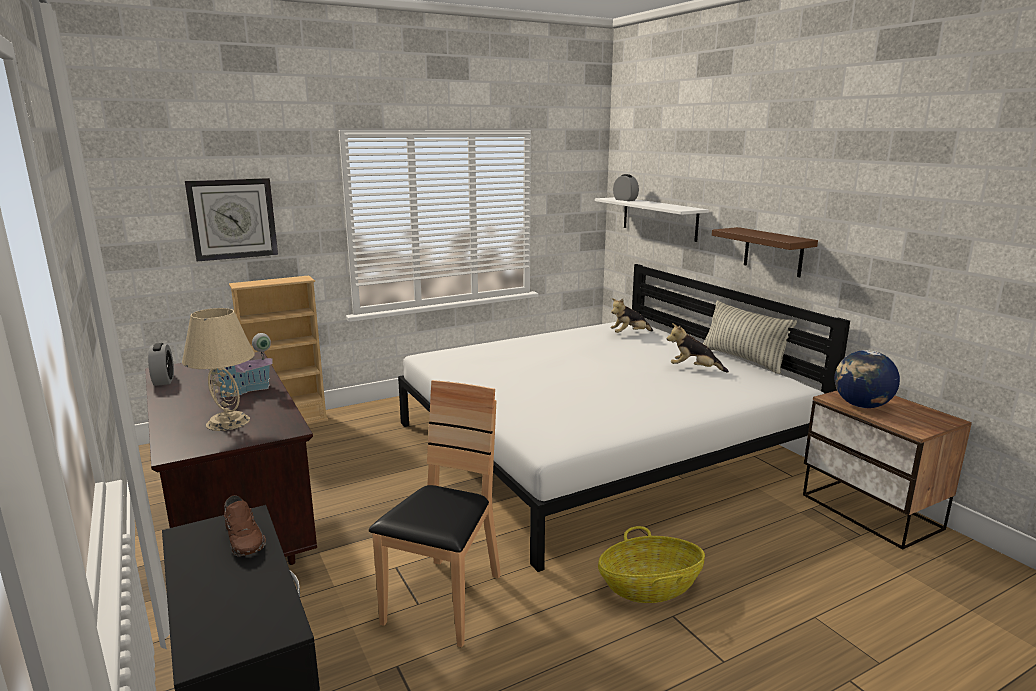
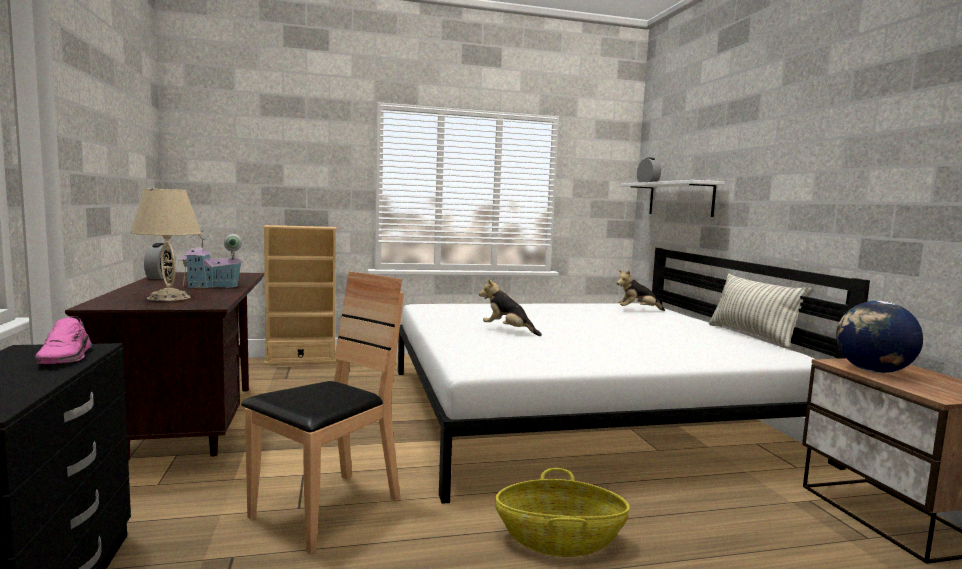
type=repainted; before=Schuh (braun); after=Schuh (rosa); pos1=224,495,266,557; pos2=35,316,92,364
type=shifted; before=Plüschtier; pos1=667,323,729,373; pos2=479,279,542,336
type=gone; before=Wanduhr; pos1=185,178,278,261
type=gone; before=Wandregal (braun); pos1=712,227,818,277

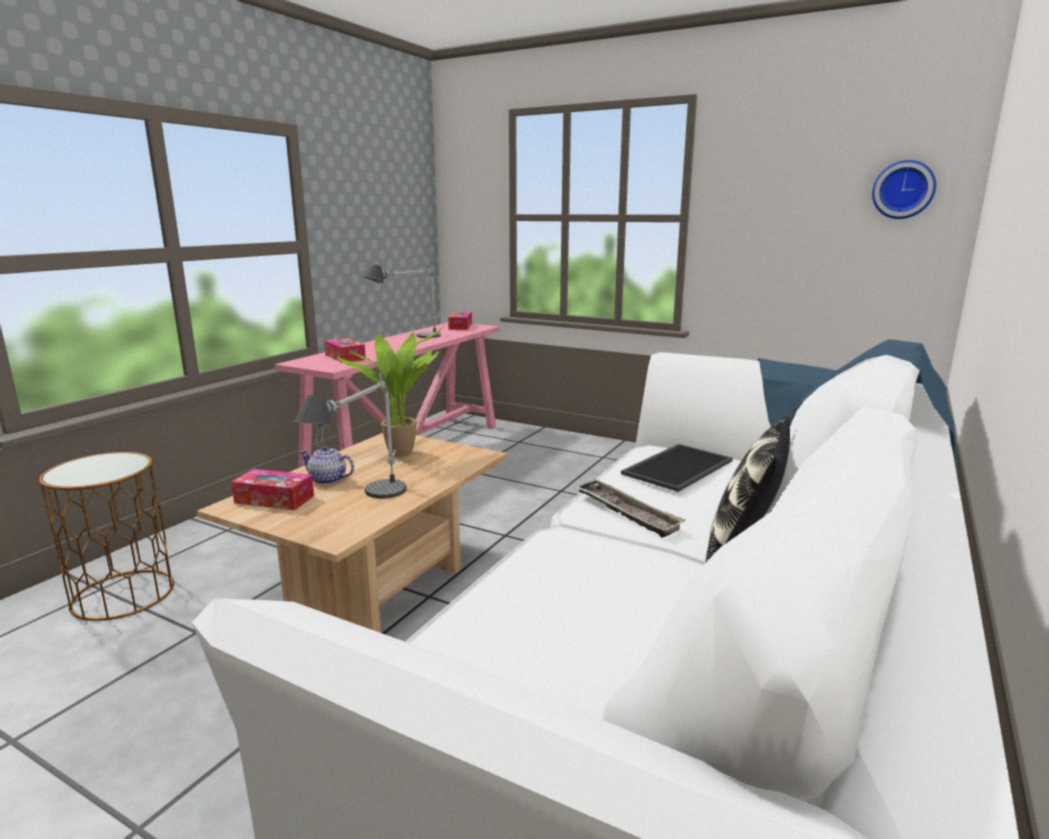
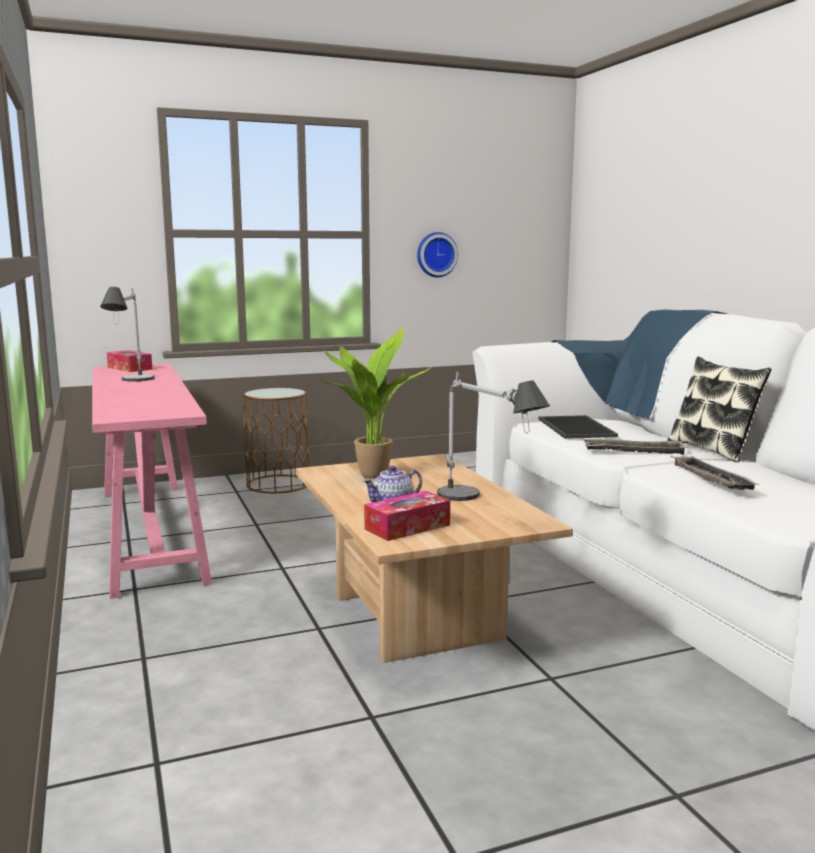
type=shifted; before=Beistelltisch (braun); pos1=39,452,174,621; pos2=242,387,309,493
type=shifted; before=Wanduhr; pos1=872,160,936,219; pos2=417,232,458,277
type=new; after=Tablett; pos2=671,456,760,490
type=gone; before=Taschentuchbox; pos1=324,338,366,363

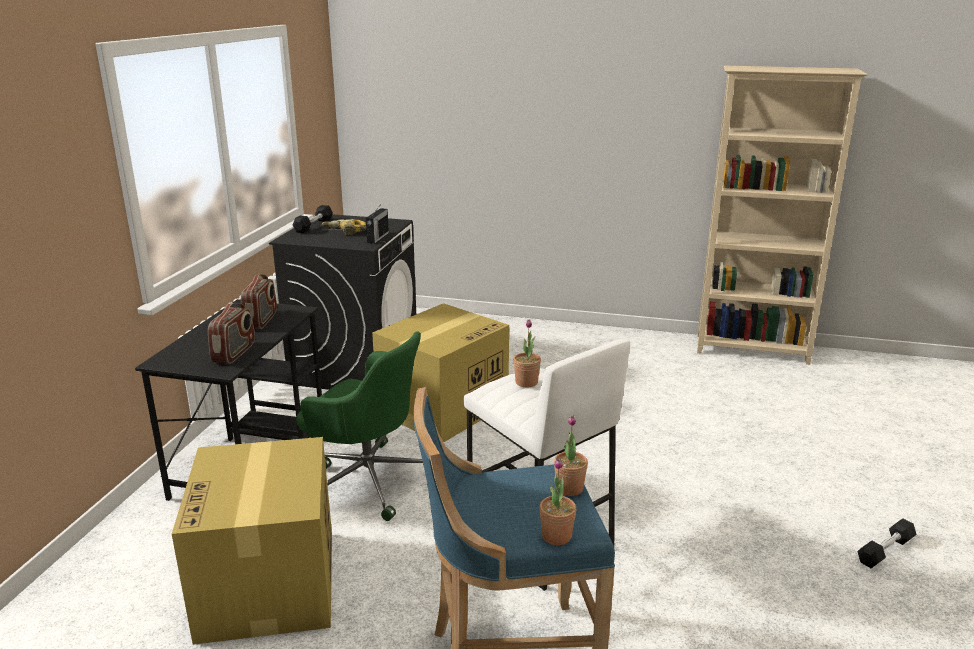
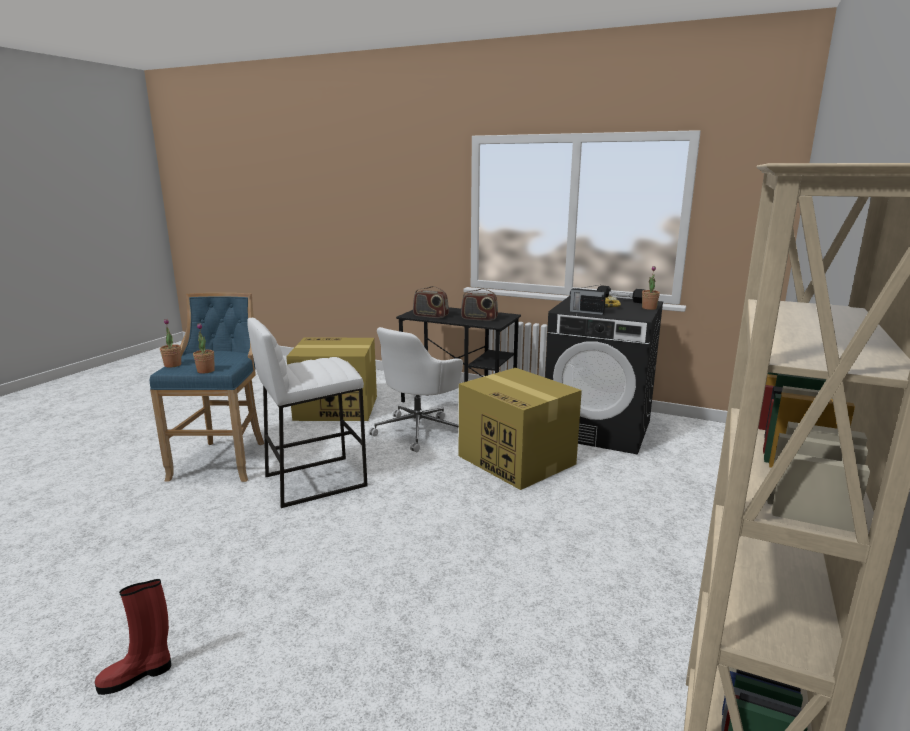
type=swapped; before=Hantel (schwarz); after=Stiefel (rot); pos1=857,518,917,568; pos2=95,579,171,695
type=repainted; before=Bürostuhl (grün); after=Bürostuhl (weiß); pos1=296,332,423,521; pos2=369,327,463,452
type=shifted; before=Topfpflanze; pos1=514,320,541,388; pos2=642,266,660,310

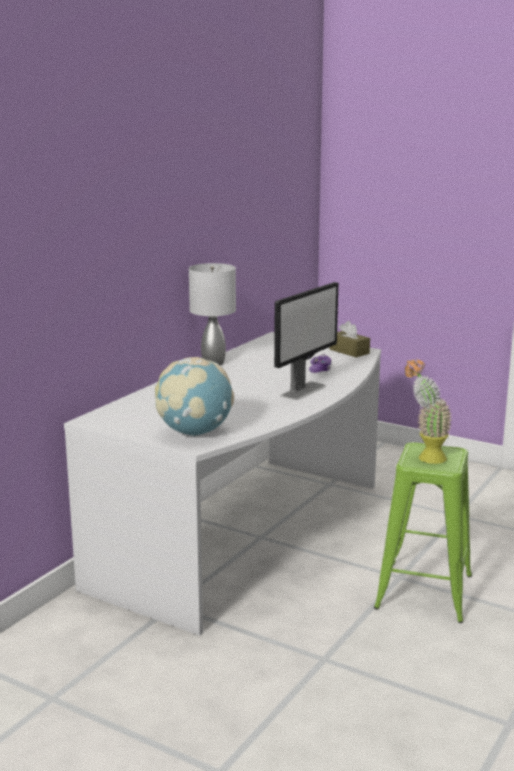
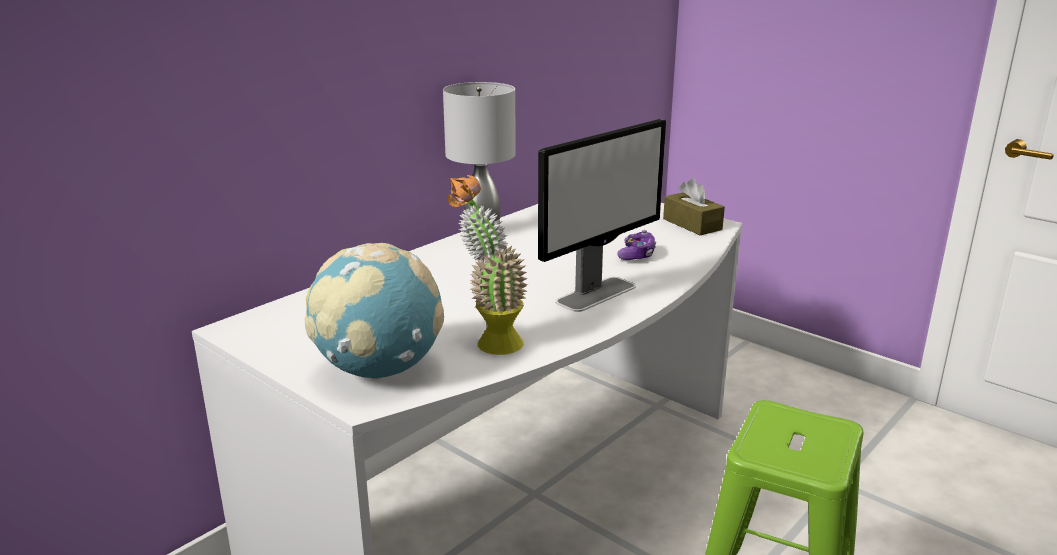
type=shifted; before=Topfpflanze; pos1=405,358,452,464; pos2=448,175,528,355

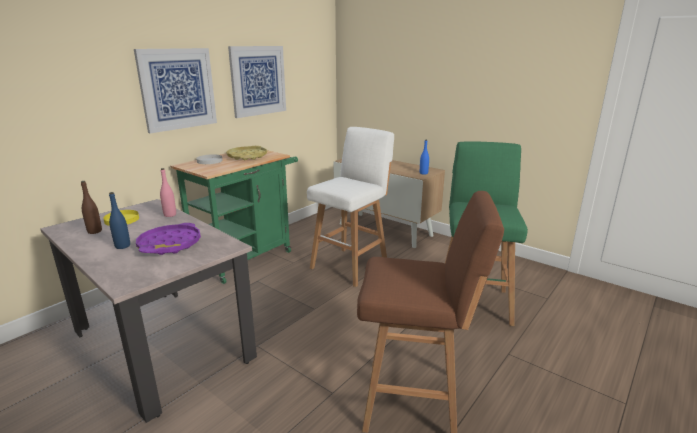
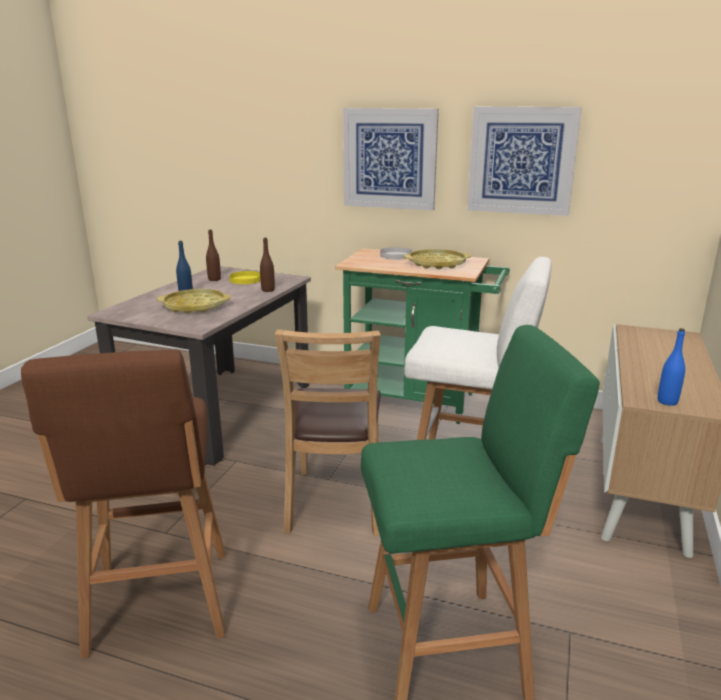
type=repainted; before=Tablett (lila); after=Tablett (gelb); pos1=136,223,201,255; pos2=157,289,231,314
type=repainted; before=Flasche (rosa); after=Flasche (braun); pos1=160,168,176,217; pos2=260,238,275,292
type=new; after=Stuhl (braun); pos2=275,329,381,536

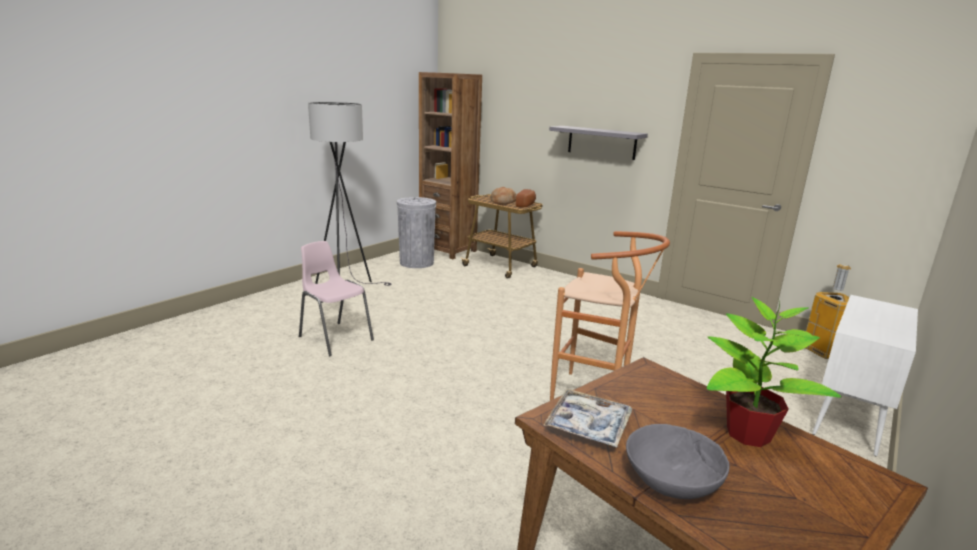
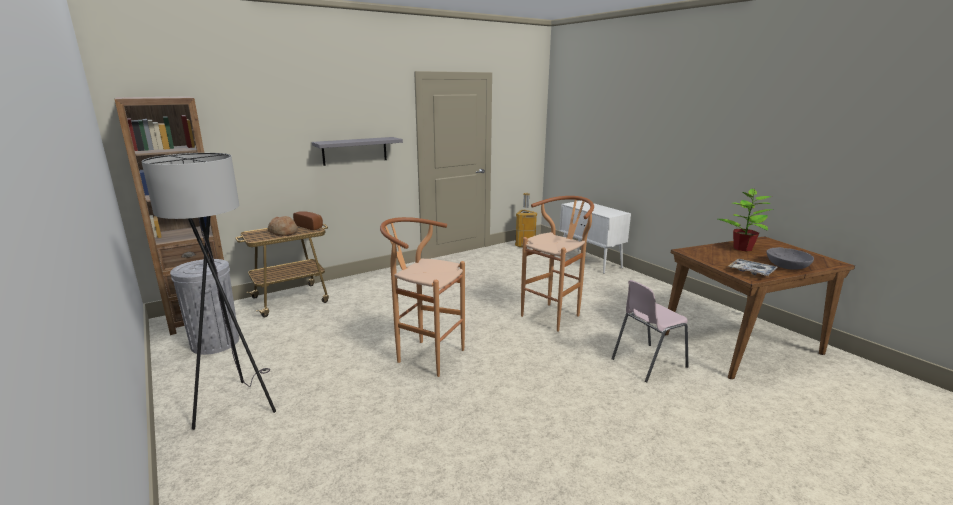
type=new; after=Hocker (braun); pos2=380,217,465,377
type=shifted; before=Stuhl (rosa); pos1=299,241,374,357; pos2=611,280,688,382

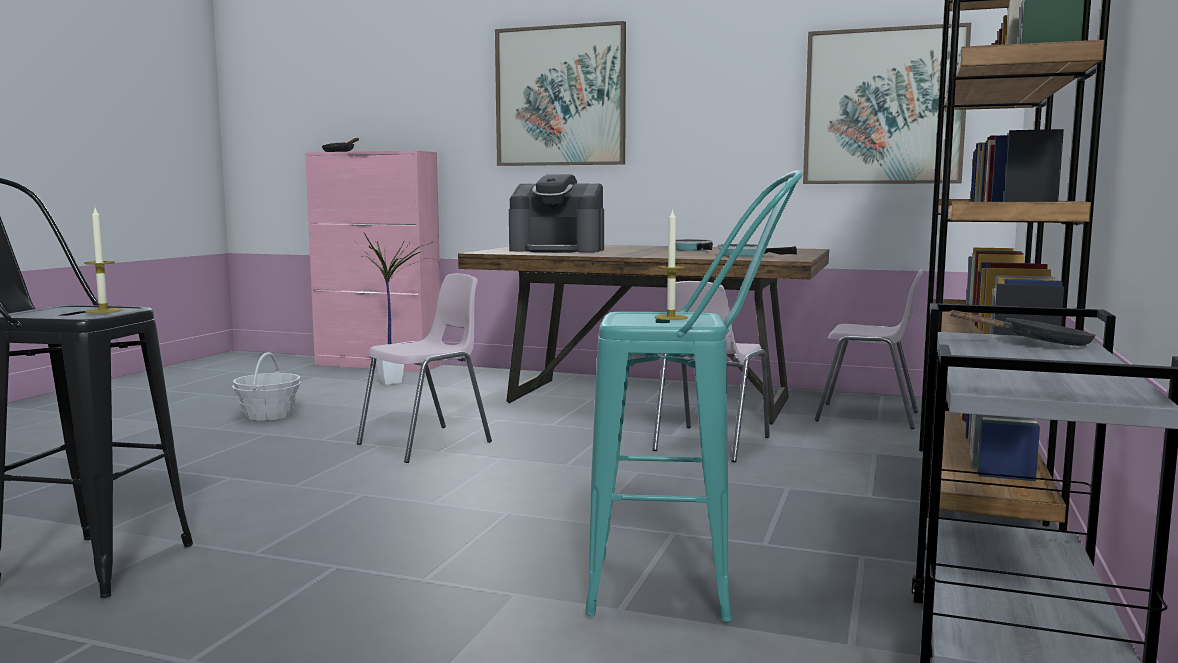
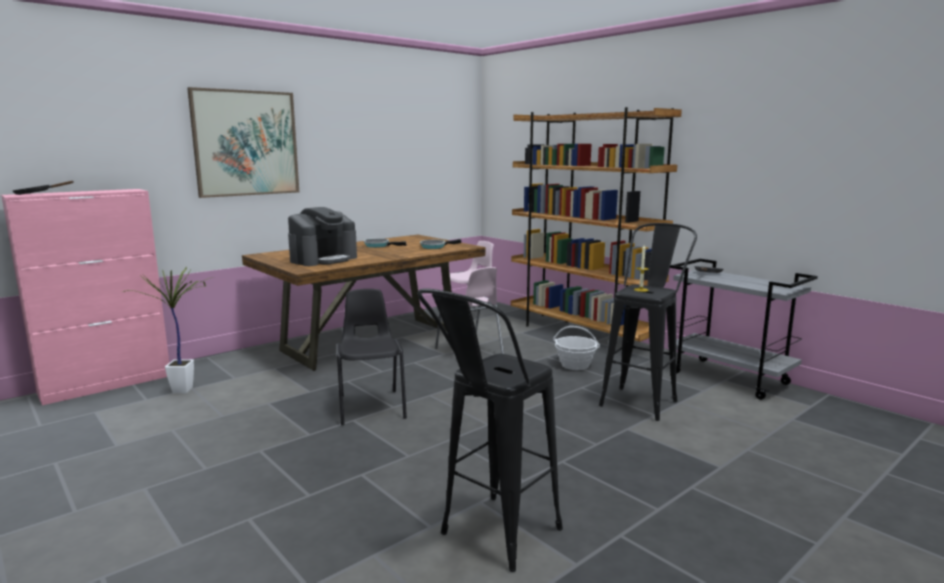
type=repainted; before=Stuhl (rosa); after=Stuhl (schwarz); pos1=357,273,492,463; pos2=337,289,407,425
type=shifted; before=Korb; pos1=232,352,301,421; pos2=553,326,600,370
type=repainted; before=Hocker (türkis); after=Hocker (schwarz); pos1=585,170,803,622; pos2=599,223,697,421
type=gone; before=Kerze; pos1=84,208,121,313
type=gone; before=Bild; pos1=803,23,971,184

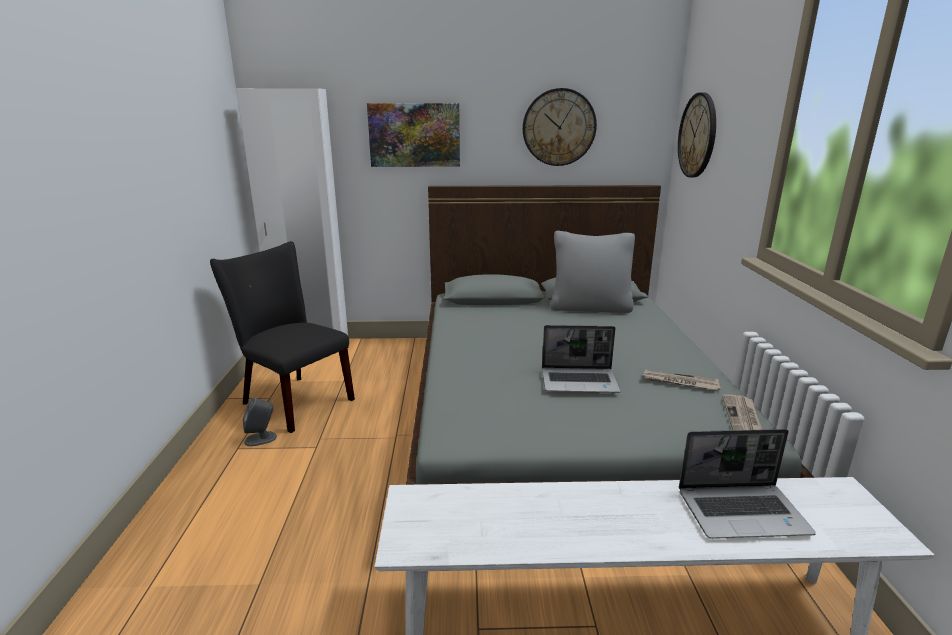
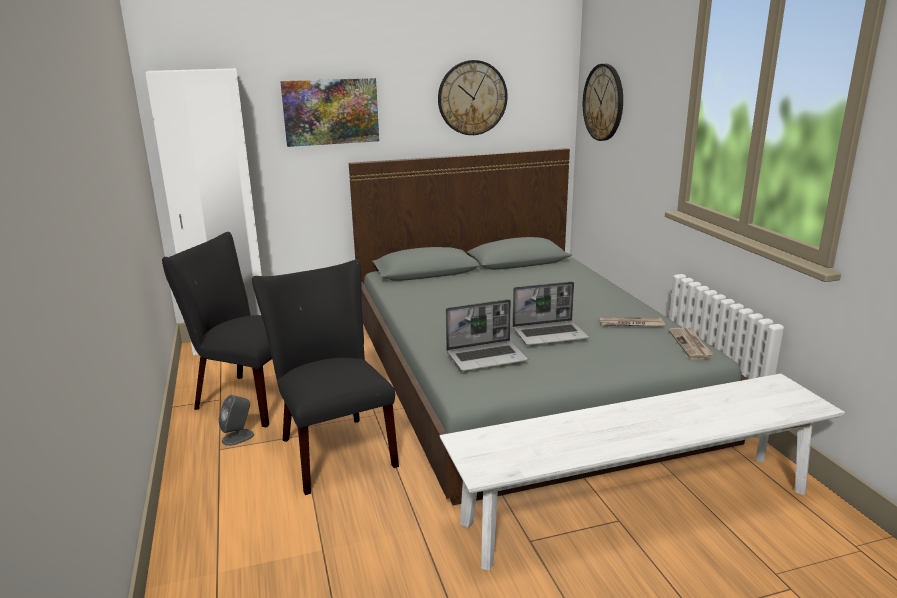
type=new; after=Stuhl (schwarz); pos2=252,260,399,495
type=shifted; before=Laptop; pos1=679,429,816,539; pos2=446,299,528,371
type=gone; before=Kissen (grau); pos1=550,231,635,313

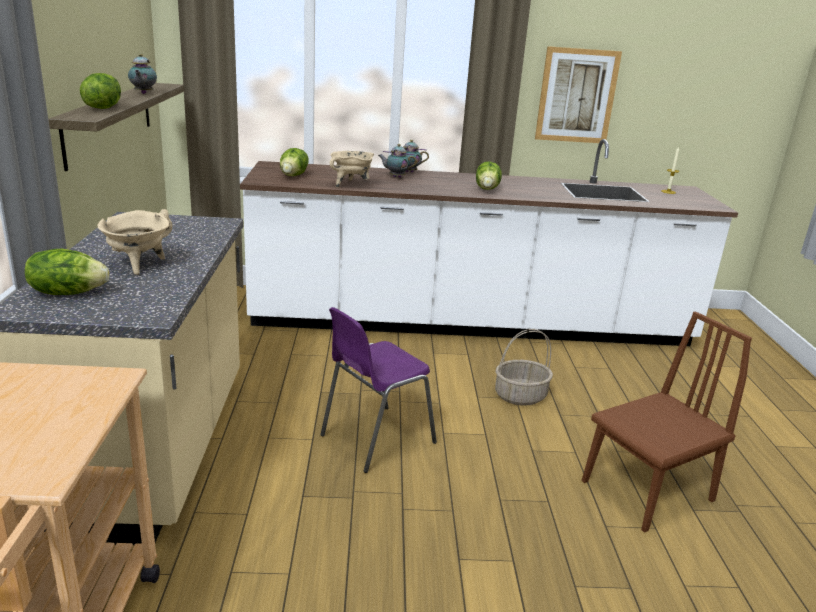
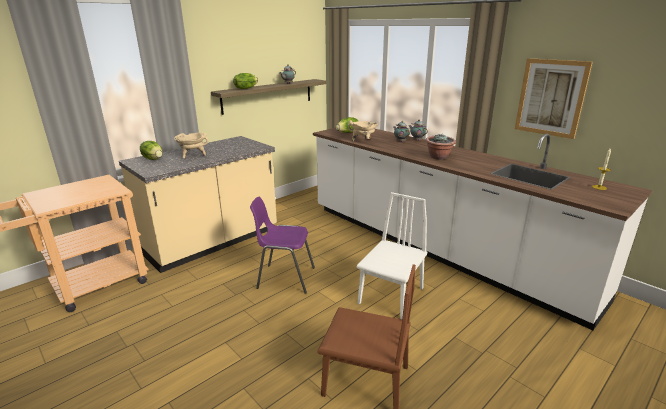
type=swapped; before=Korb; after=Stuhl (weiß); pos1=495,329,553,406; pos2=357,192,427,319
type=swapped; before=Salatkopf; after=Topfpflanze; pos1=476,162,502,190; pos2=426,134,456,160

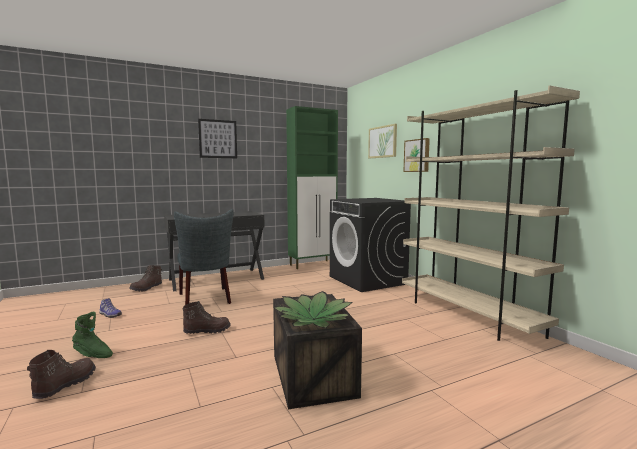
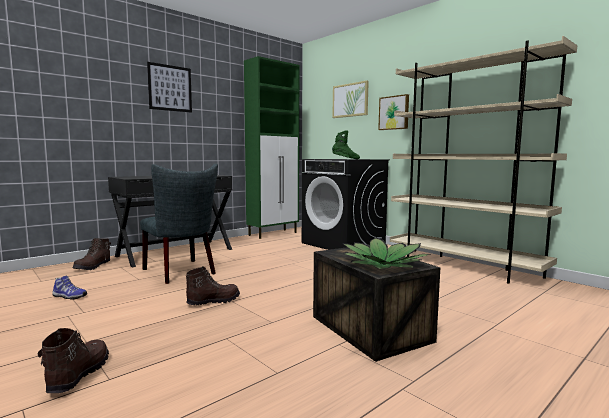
type=shifted; before=Stiefel (grün); pos1=72,312,113,358; pos2=332,130,360,159

